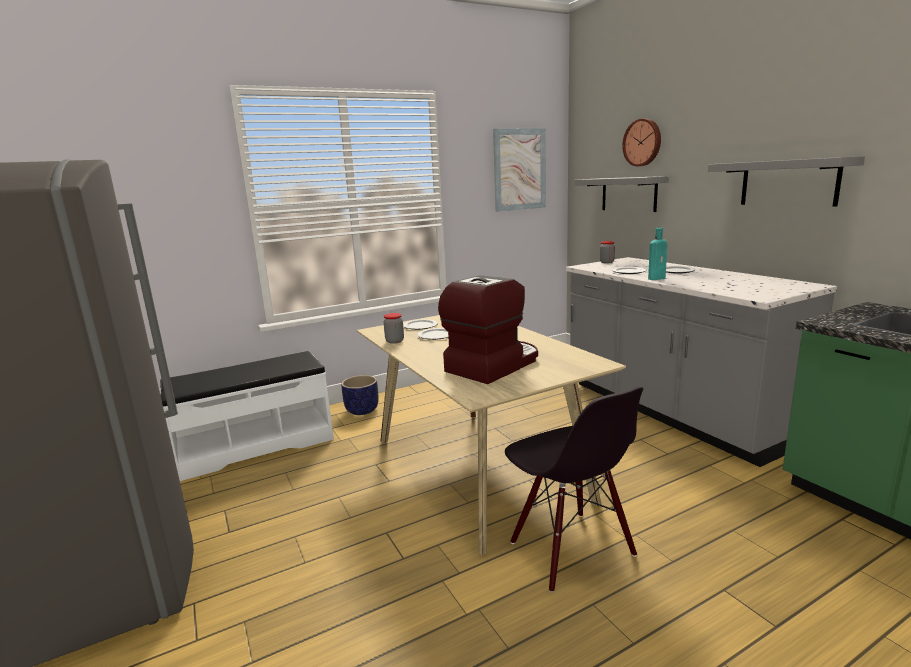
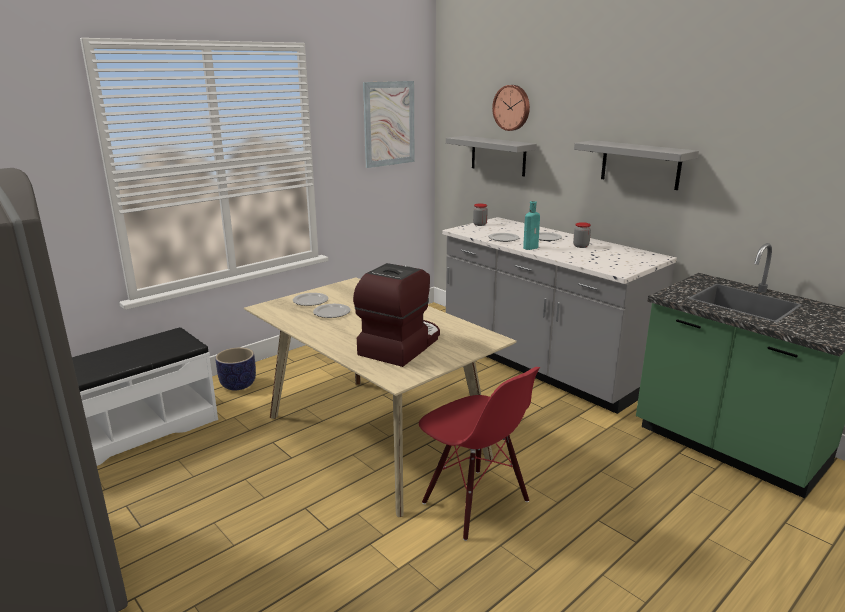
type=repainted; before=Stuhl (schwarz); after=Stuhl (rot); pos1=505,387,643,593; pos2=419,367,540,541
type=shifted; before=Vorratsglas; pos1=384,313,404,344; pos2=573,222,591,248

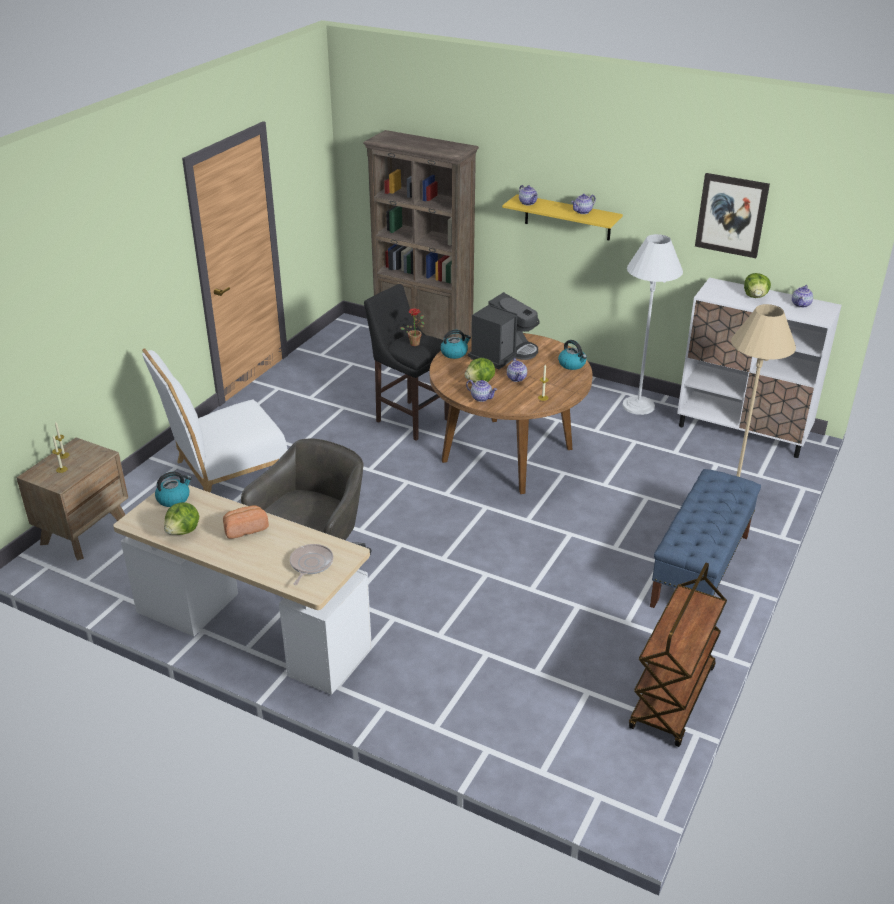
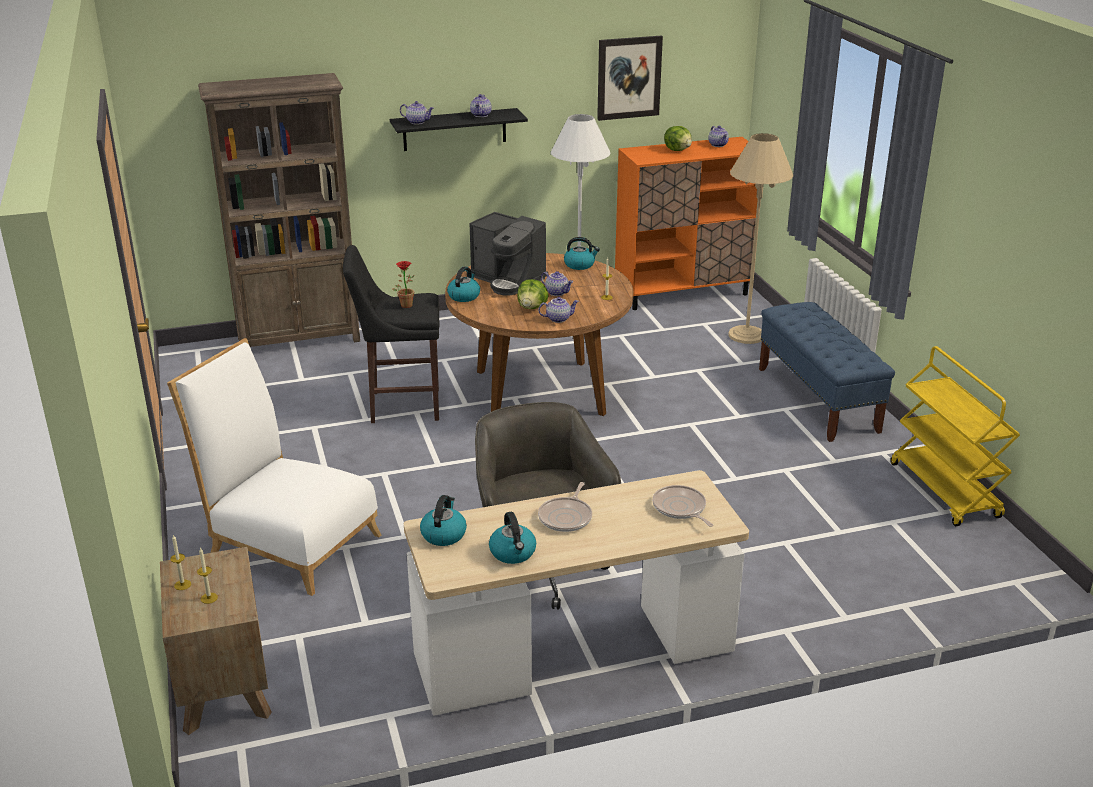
type=rotated; before=Stuhl (weiß); pos1=142,348,288,493; pos2=167,338,381,596; turn=105
type=repainted; before=Wandregal (gelb); after=Wandregal (schwarz); pos1=502,194,623,241; pos2=390,108,528,151
type=rotated; before=Kaffeemaschine; pos1=468,292,540,369; pos2=469,212,548,296; turn=135
type=swapped; before=Salatkopf; after=Wasserkessel; pos1=164,502,199,535; pos2=489,512,536,564
type=swapped; before=Brot; after=Pfanne; pos1=223,505,269,539; pos2=538,482,592,532
type=repainted; before=Schrank (weiß); after=Schrank (orange); pos1=677,277,842,458; pos2=615,137,758,310
type=repainted; before=Rollwagen (braun); after=Rollwagen (gelb); pos1=629,563,727,747; pos2=890,346,1020,526

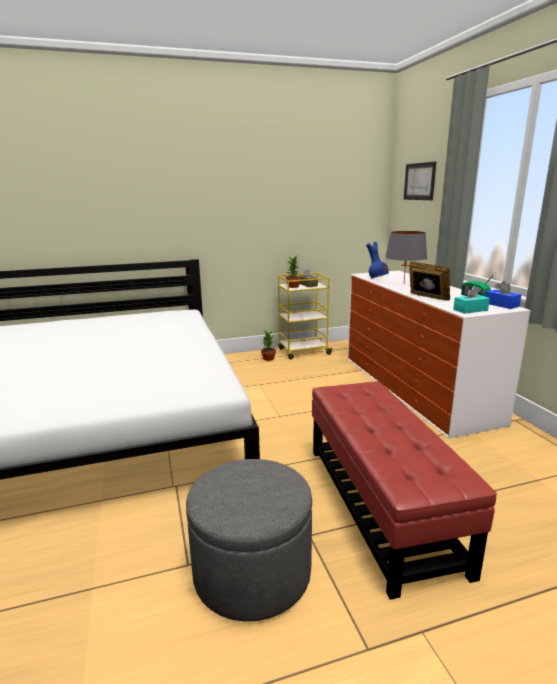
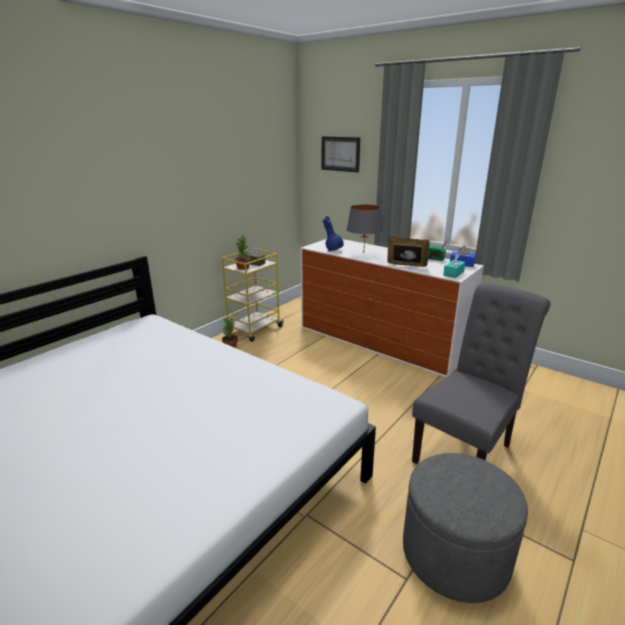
type=swapped; before=Polsterhocker (rot); after=Stuhl (grau); pos1=312,381,497,600; pos2=412,283,550,464

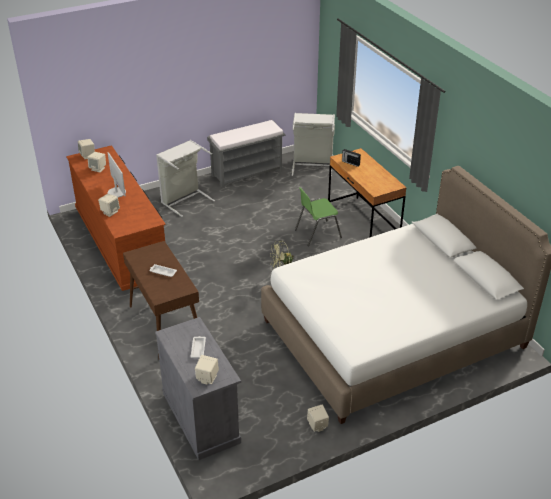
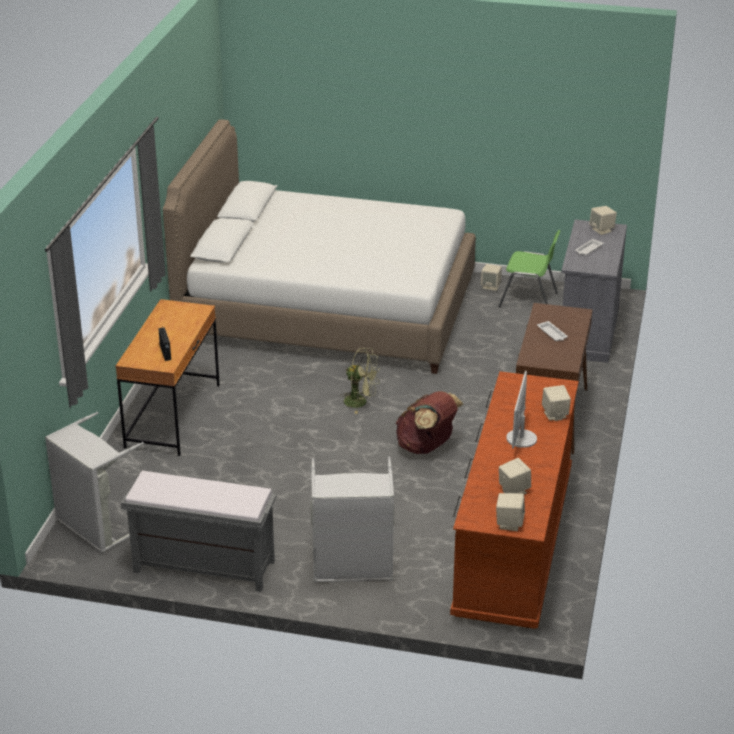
type=new; after=Rucksack (braun); pos2=396,391,463,454
type=shifted; before=Stuhl (grün); pos1=295,187,342,246; pos2=498,230,561,308

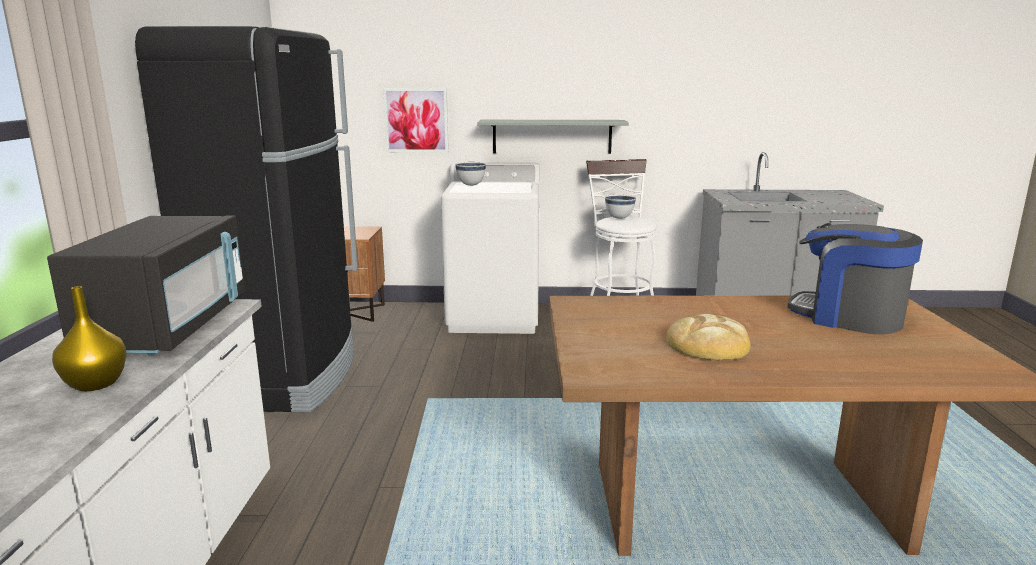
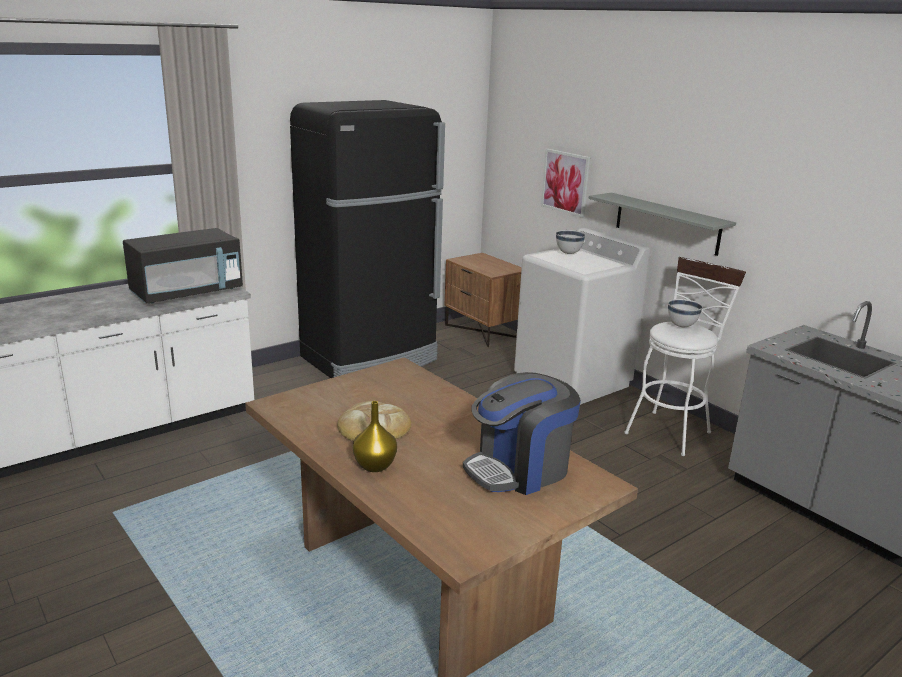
type=shifted; before=Vase (gelb); pos1=52,286,126,391; pos2=353,401,397,472
type=rotated; before=Kaffeemaschine; pos1=787,223,923,335; pos2=463,372,581,495; turn=-120

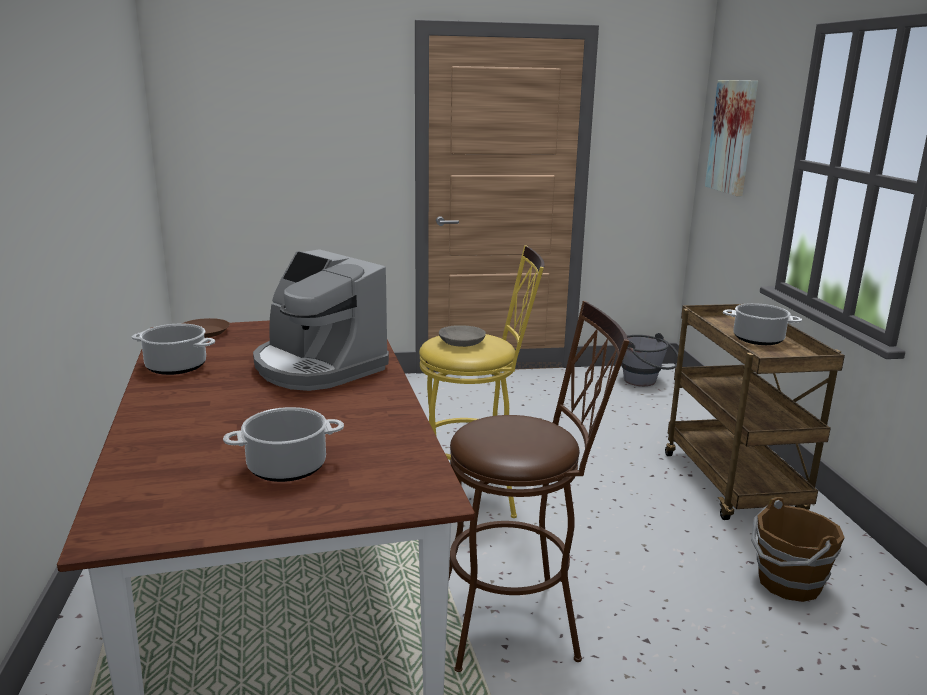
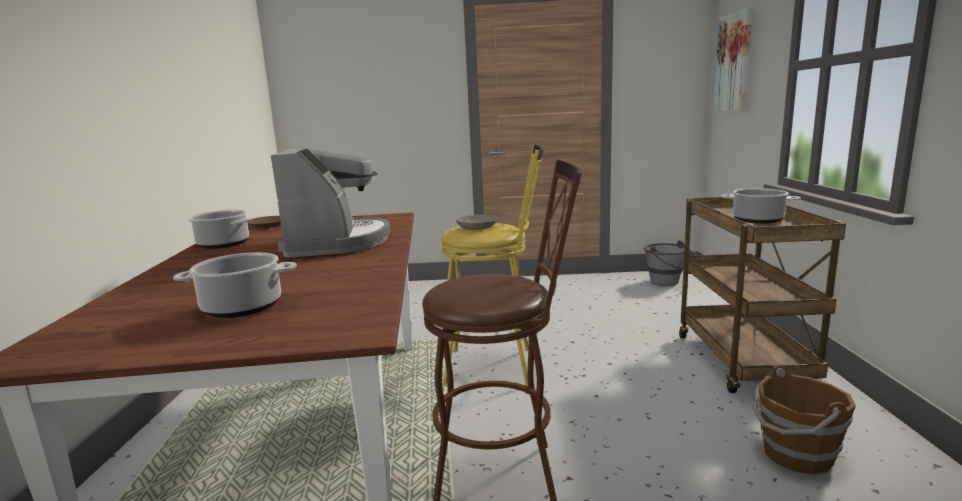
type=rotated; before=Kaffeemaschine; pos1=253,249,389,391; pos2=271,149,390,258; turn=-150

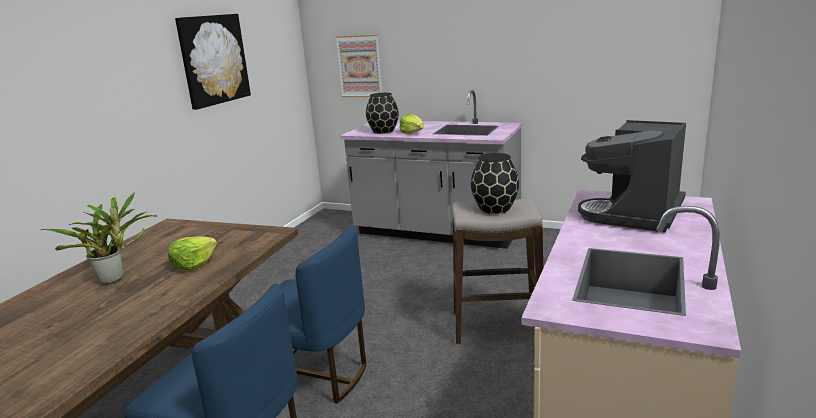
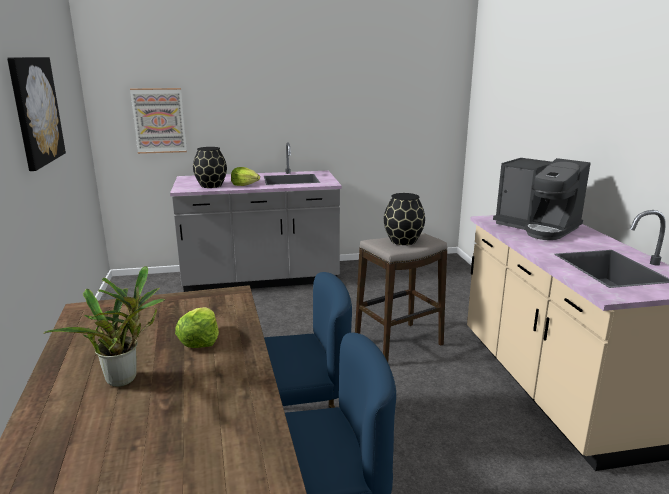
type=rotated; before=Kaffeemaschine; pos1=578,120,686,233; pos2=493,158,590,240; turn=-45

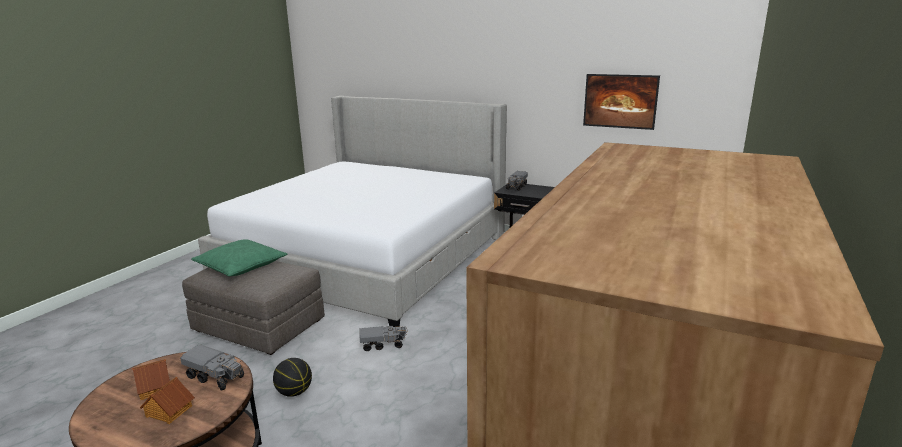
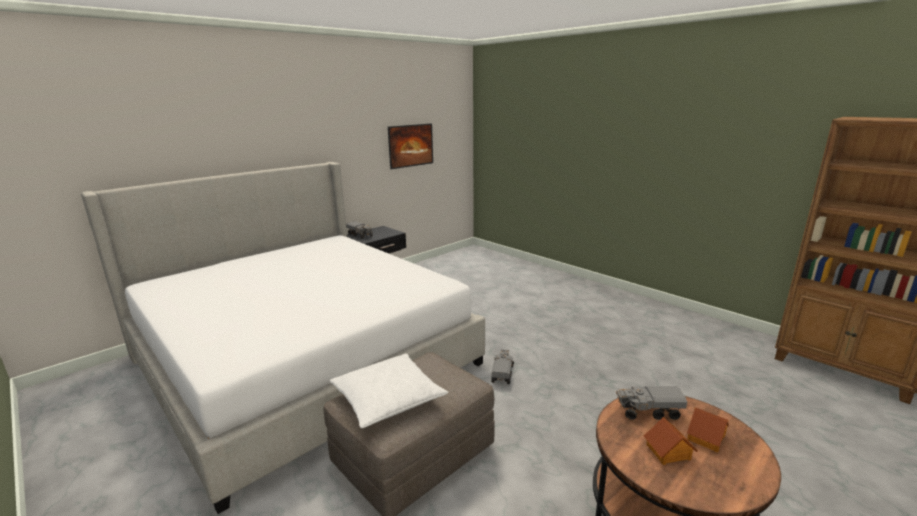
type=repainted; before=Kissen (grün); after=Kissen (weiß); pos1=191,239,287,276; pos2=330,353,448,428
type=rotated; before=Spielzeuglaster; pos1=180,345,244,390; pos2=616,386,687,420; turn=-135
type=gone; before=Basketball; pos1=273,358,312,397

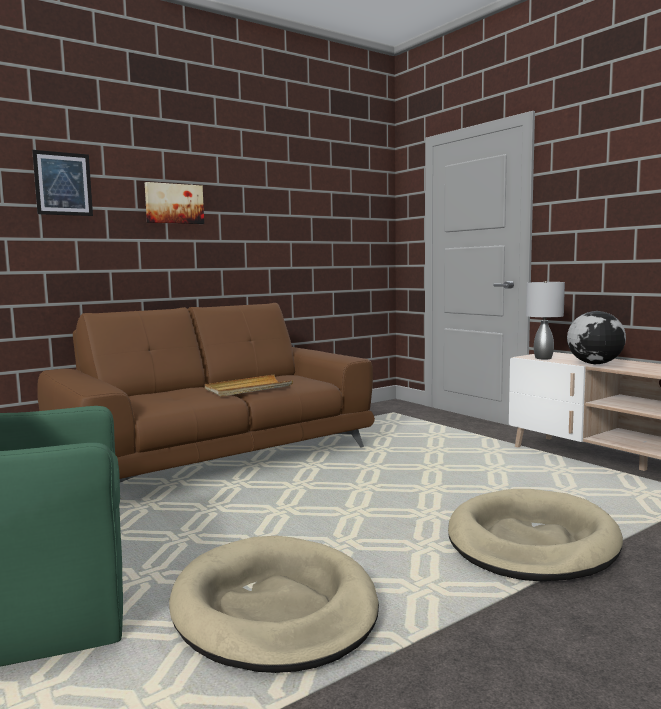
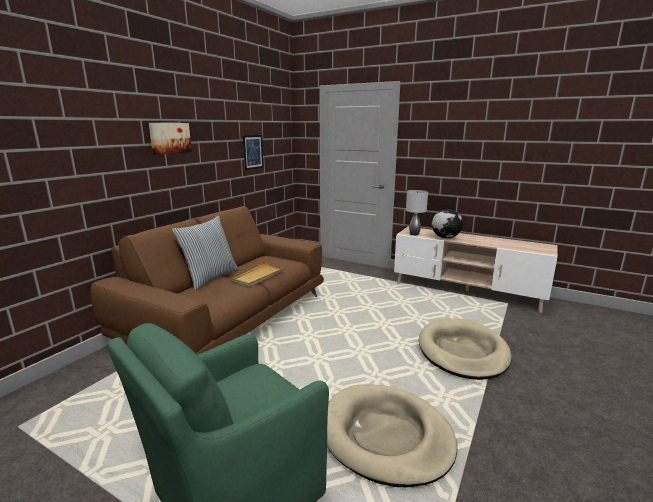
type=new; after=Kissen; pos2=172,216,239,290
type=shifted; before=Bild; pos1=32,150,93,216; pos2=243,135,264,170

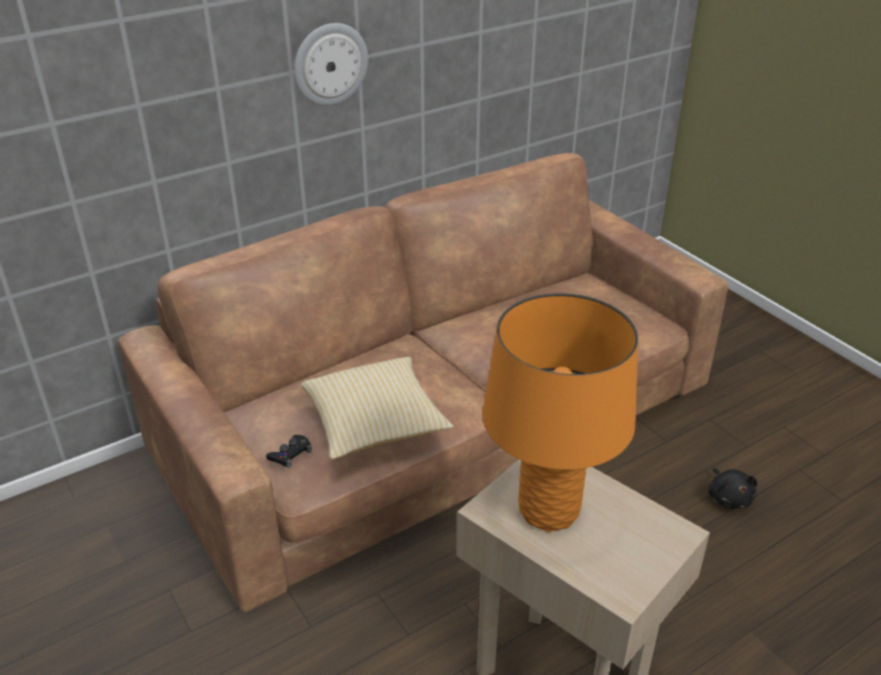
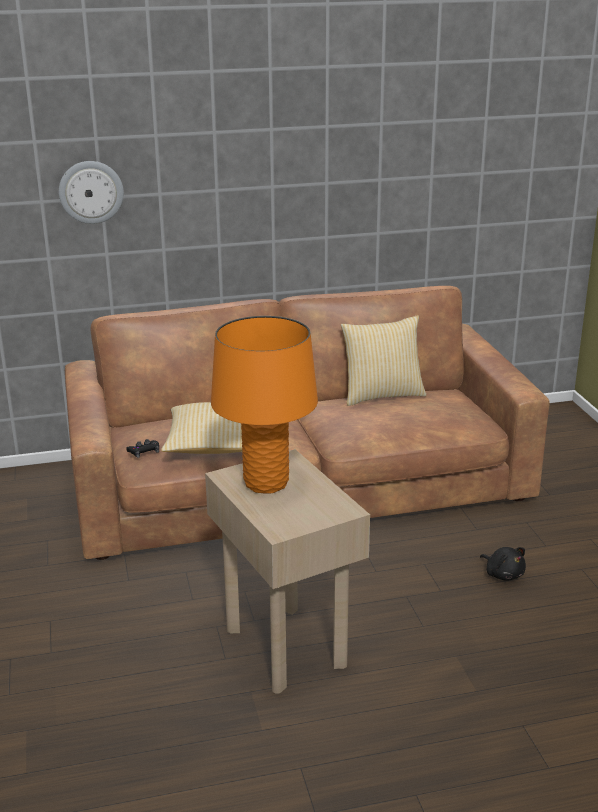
type=shifted; before=Wanduhr; pos1=294,23,368,106; pos2=59,161,124,224
type=new; after=Kissen; pos2=341,315,427,406
type=rotated; before=Plüschtier (schwarz); pos1=708,468,758,509; pos2=480,547,526,581; turn=-45

